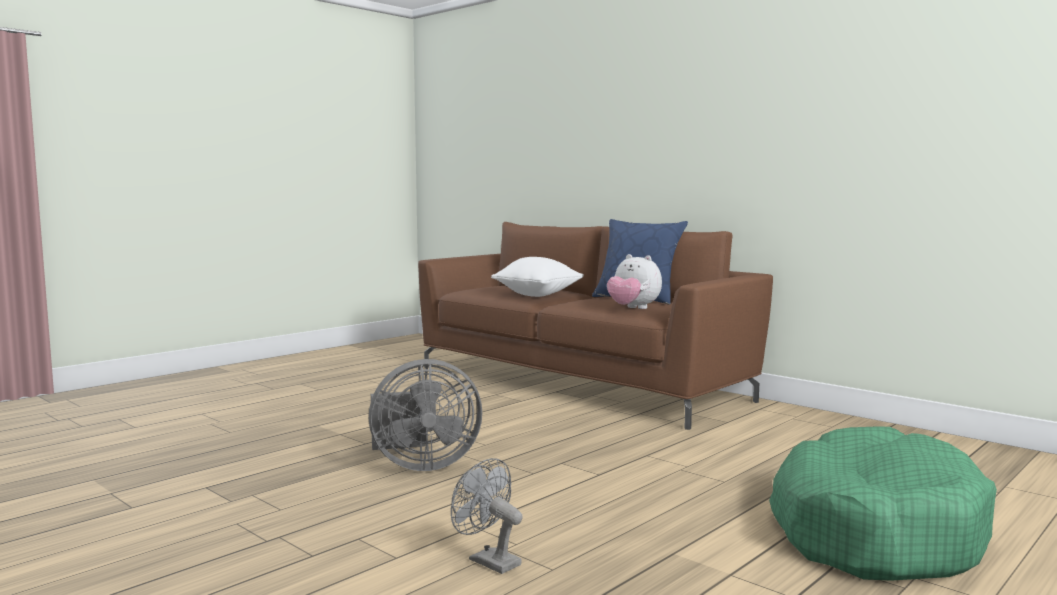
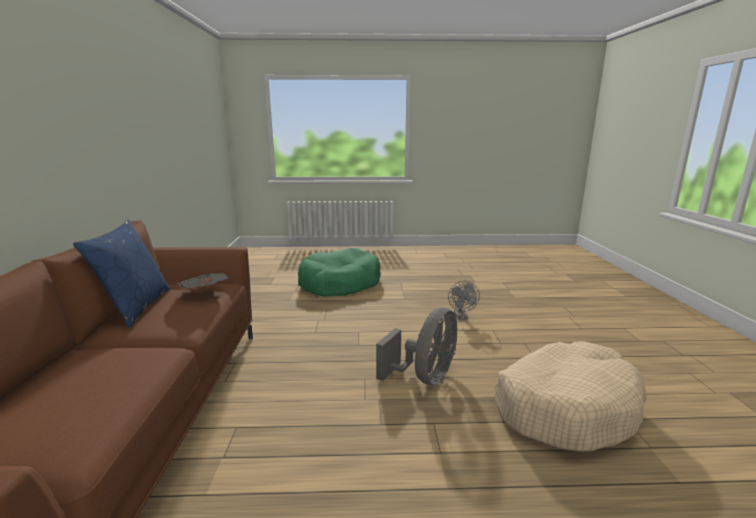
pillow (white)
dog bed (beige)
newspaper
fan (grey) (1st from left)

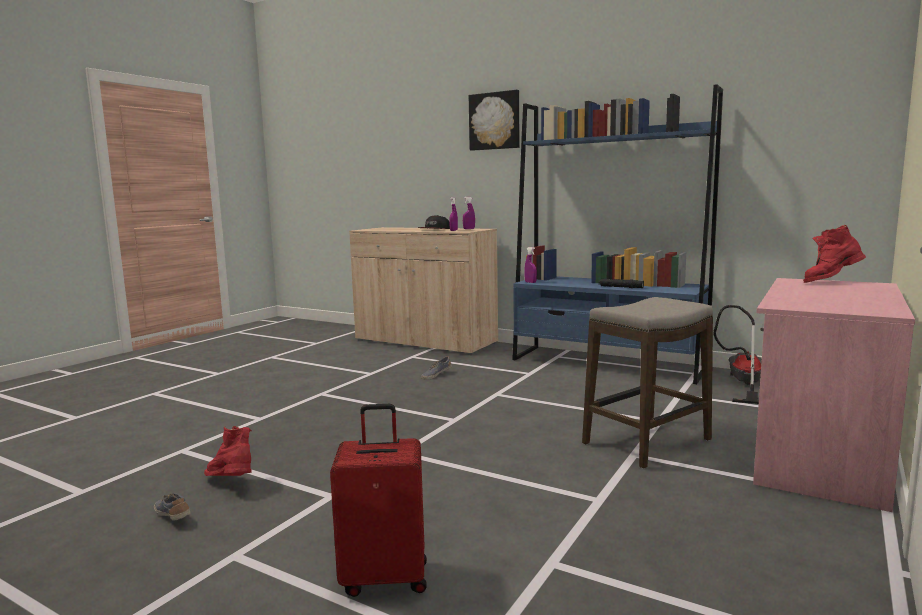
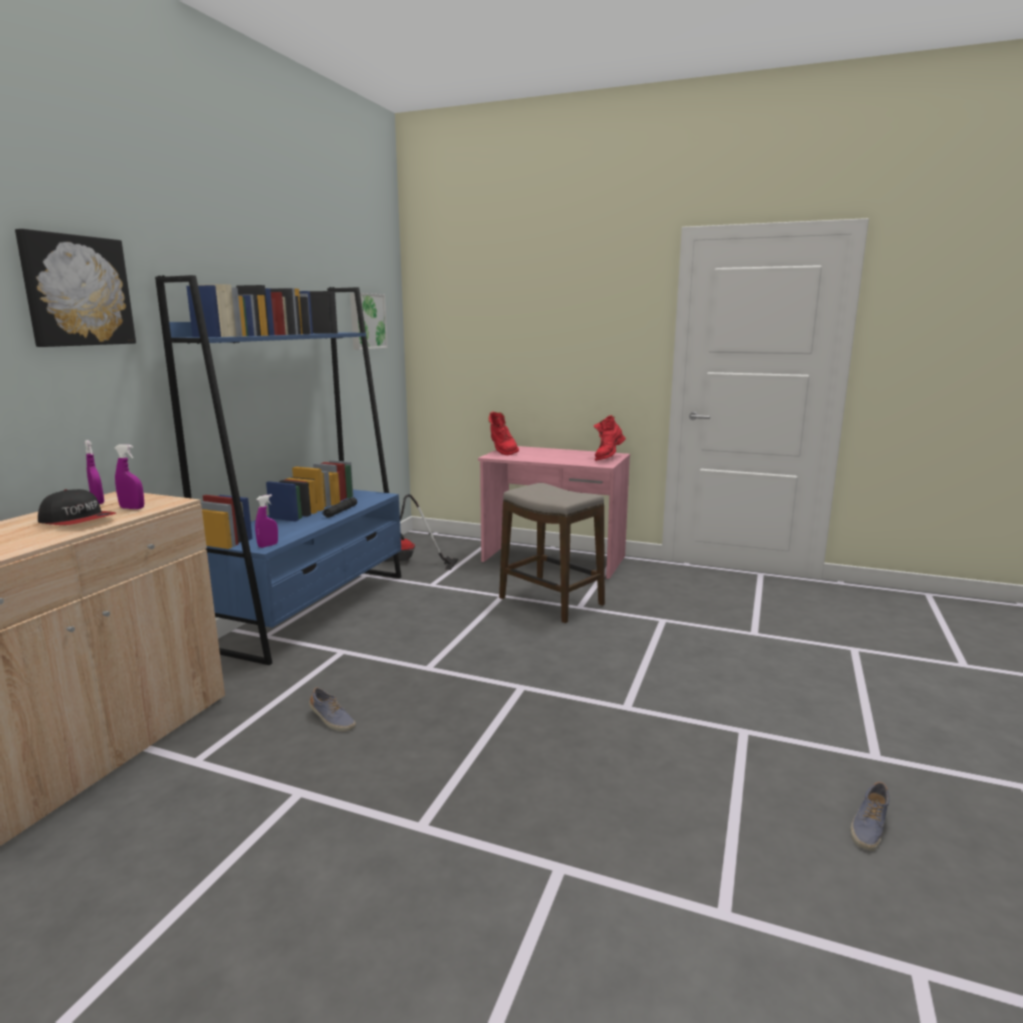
suitcase (red)
picture (2nd from left)
boot (red) (2nd from left)

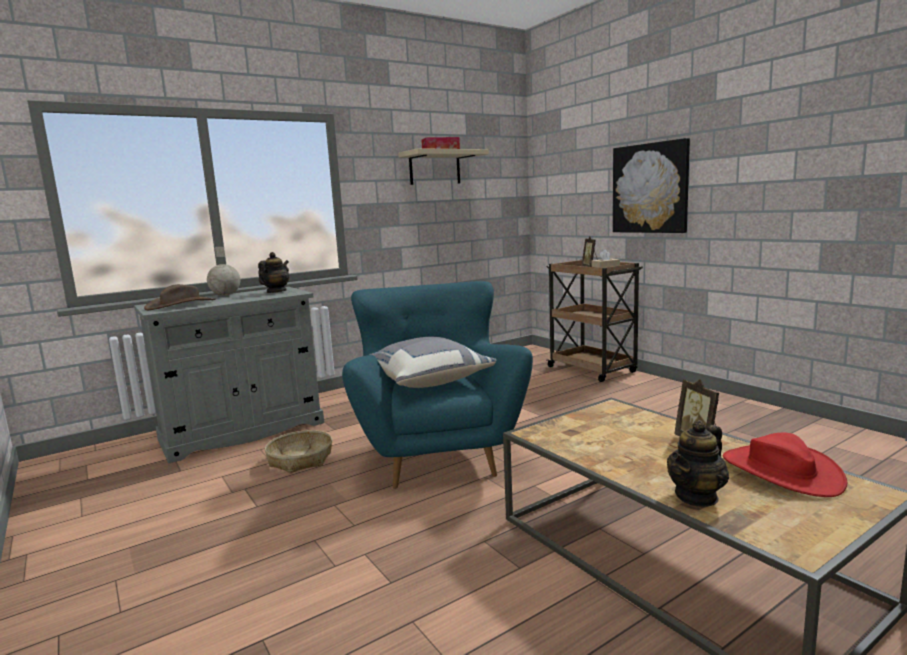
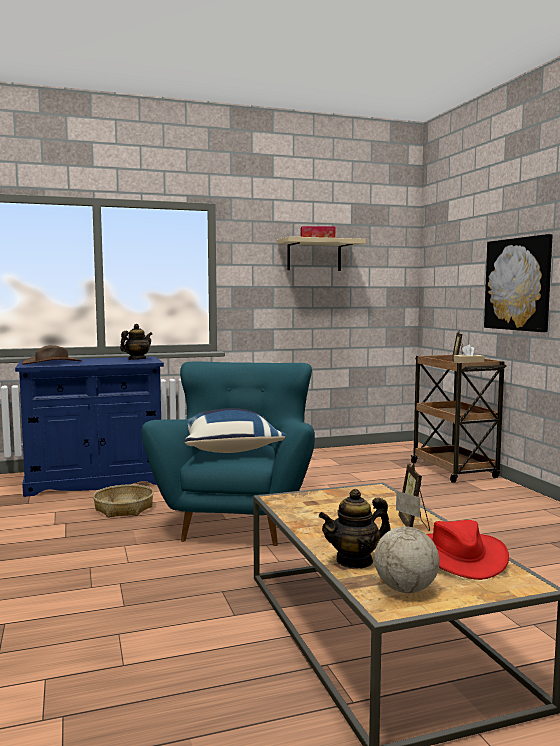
globe
cabinet (blue)
pillow (blue)

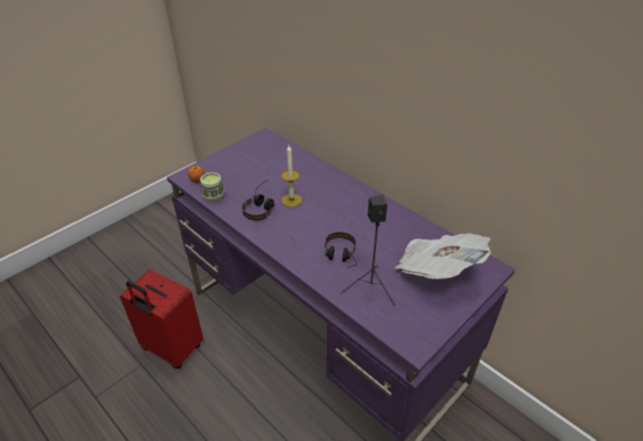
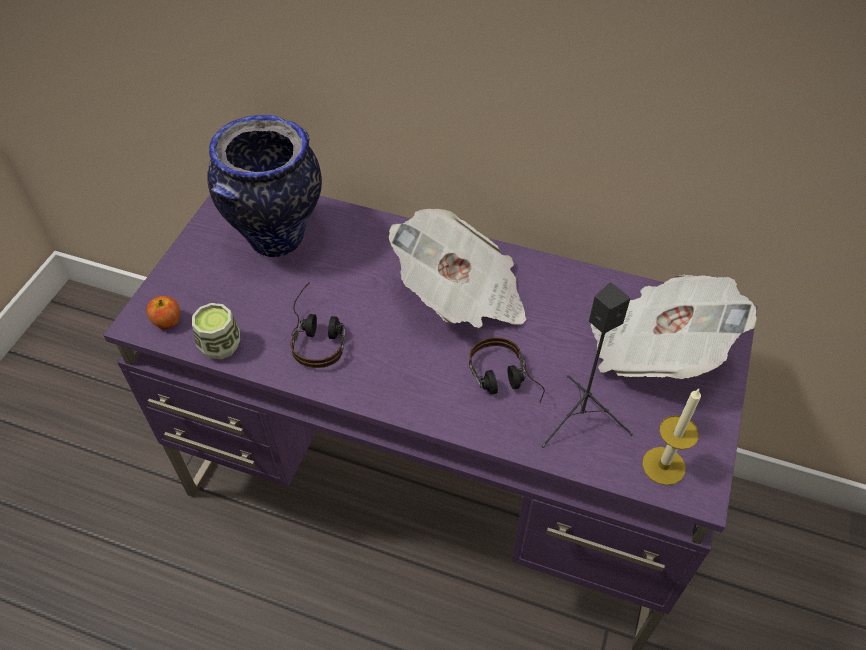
suitcase (red)
vase
newspaper (1st from left)
candle

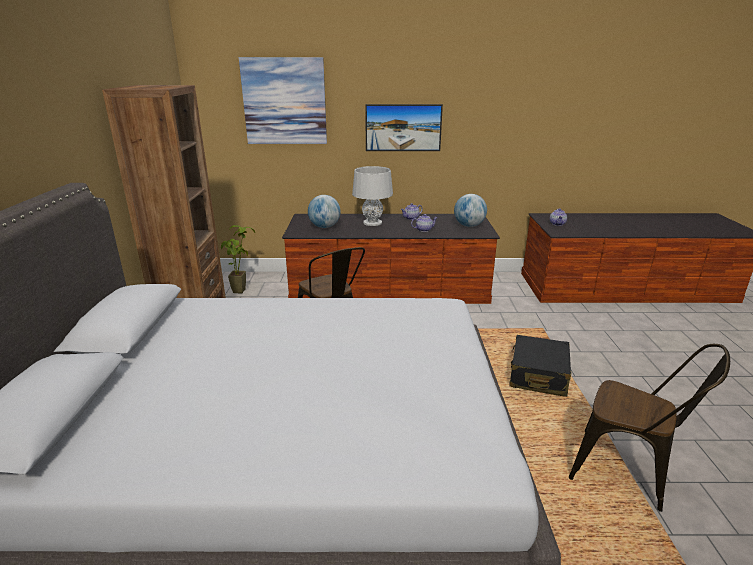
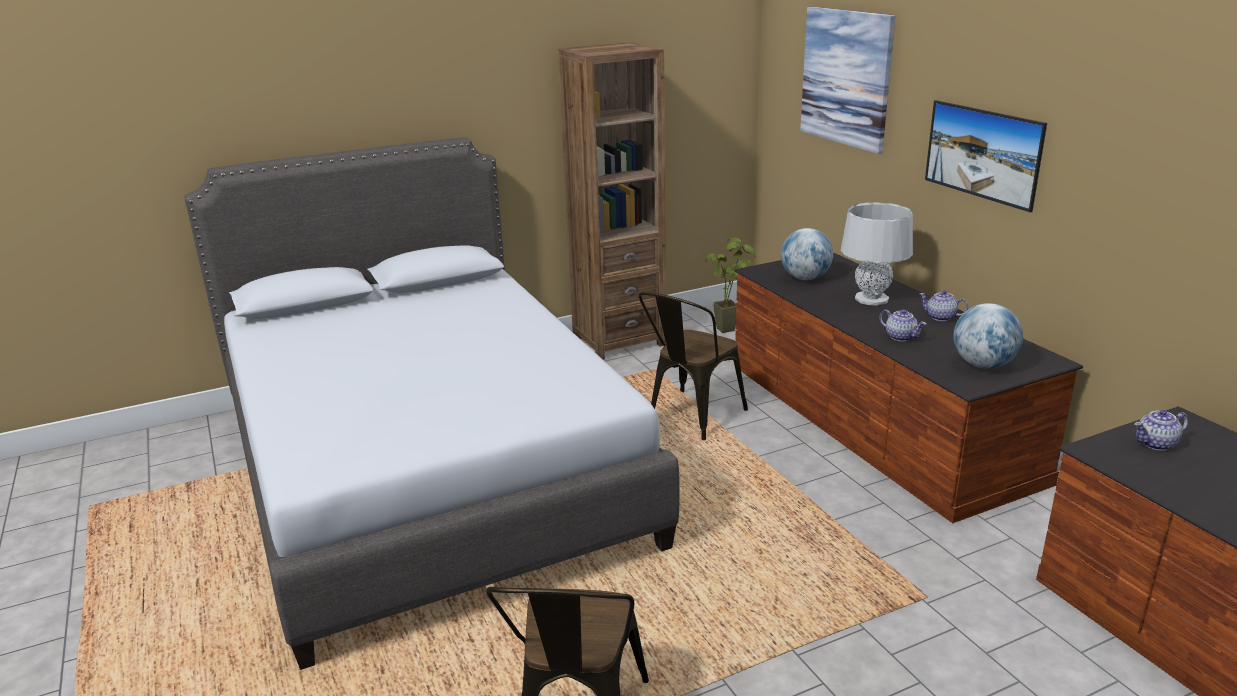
suitcase (black)

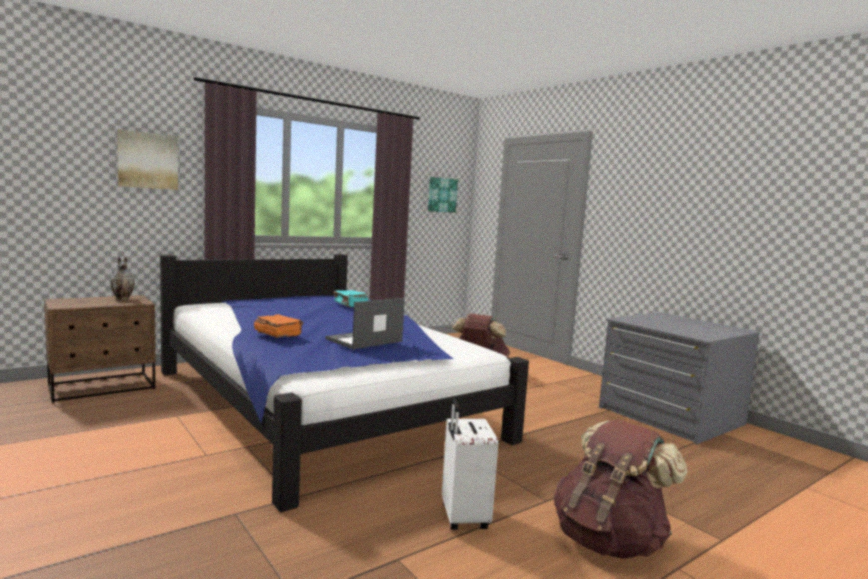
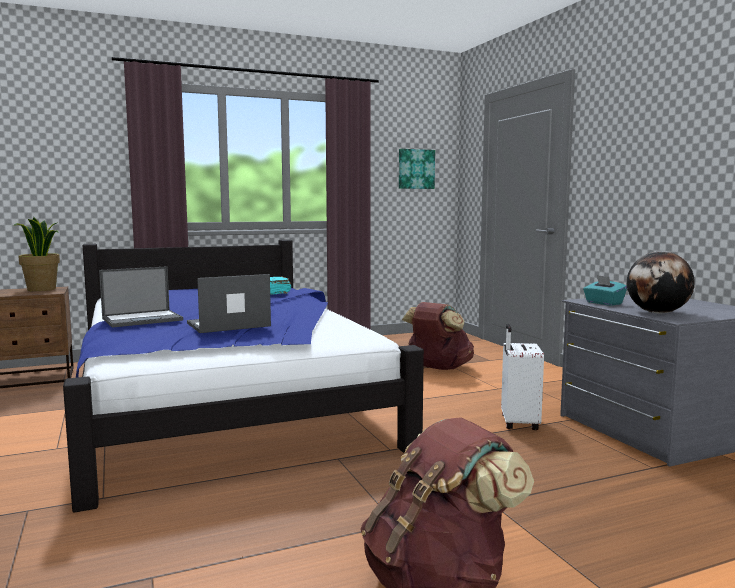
picture (1st from left in the first image)
tissue box (turquoise)
globe
suitcase (white)
potted plant
laptop (1st from left)

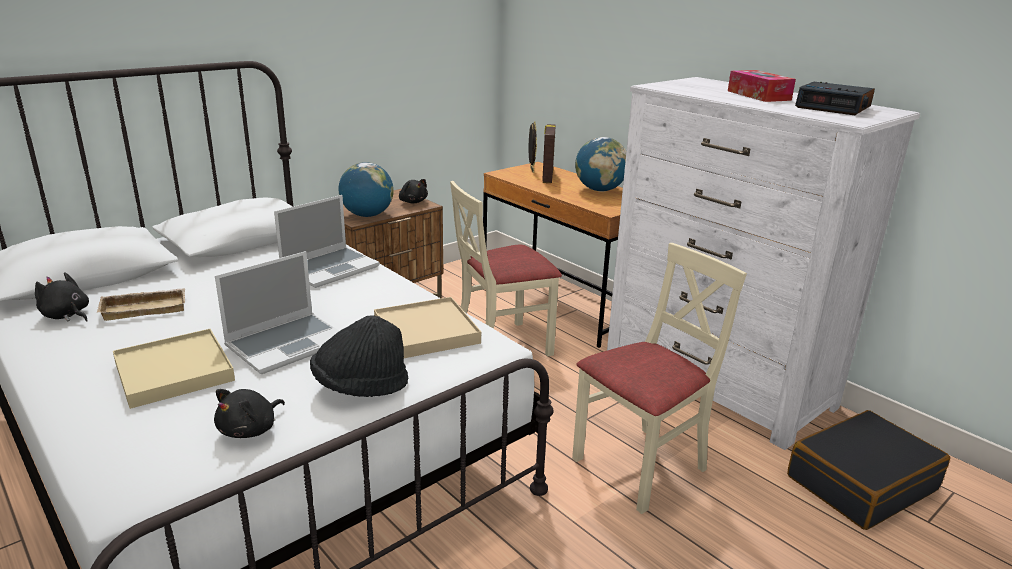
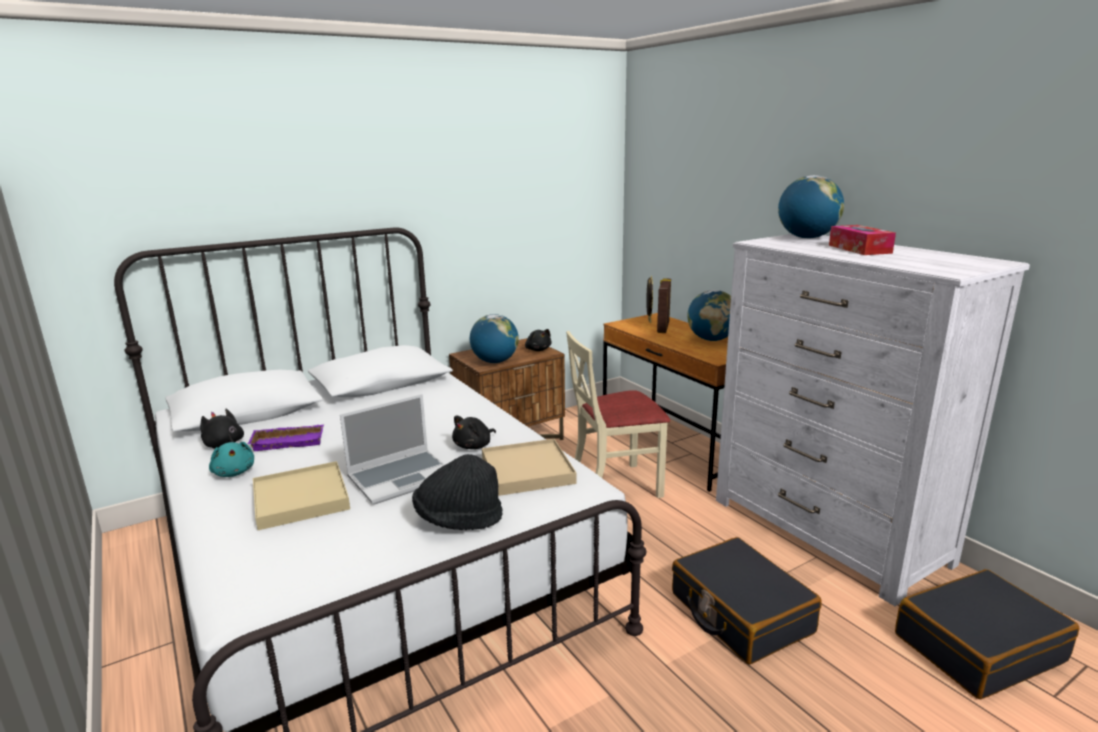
laptop (2nd from left in the first image)
alarm clock
plush toy (turquoise)
globe (3rd from left)
plush toy (black) (2nd from left)
suitcase (black) (1st from left)
tray (purple)

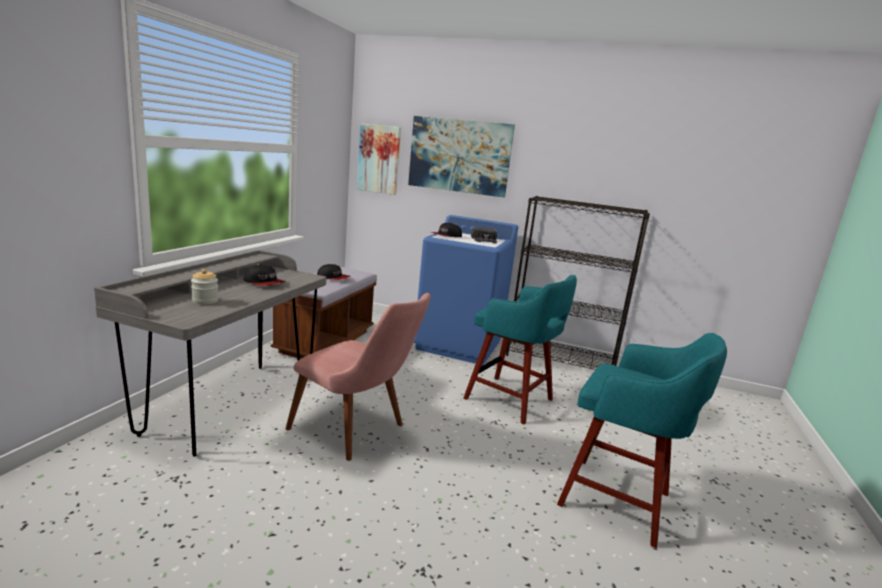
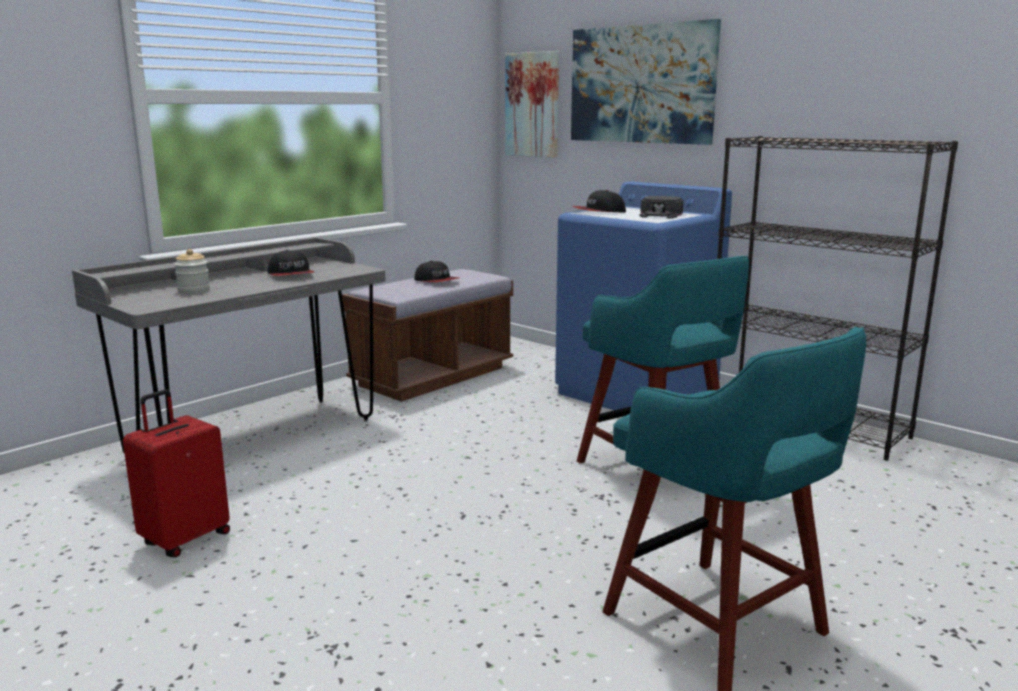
chair (pink)
suitcase (red)

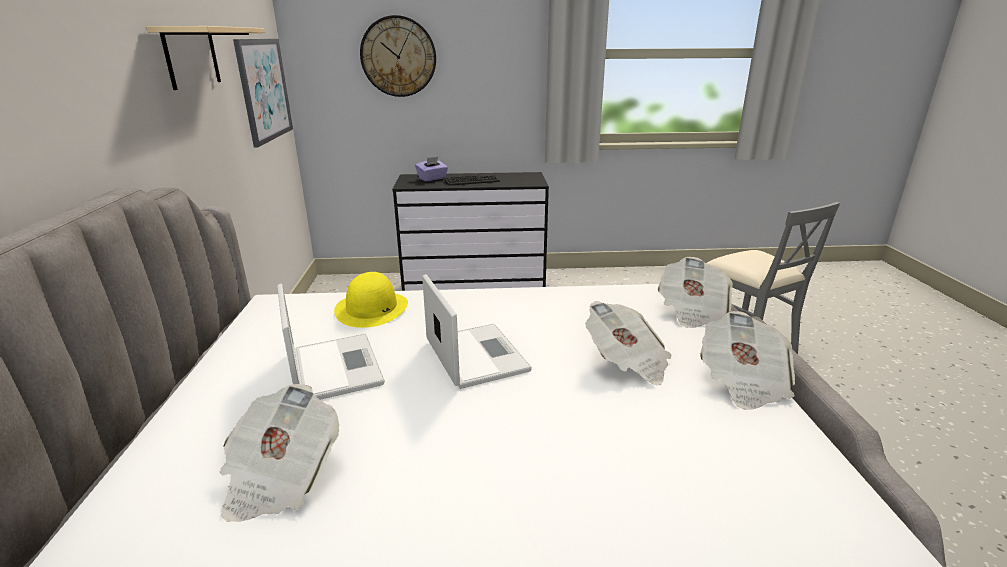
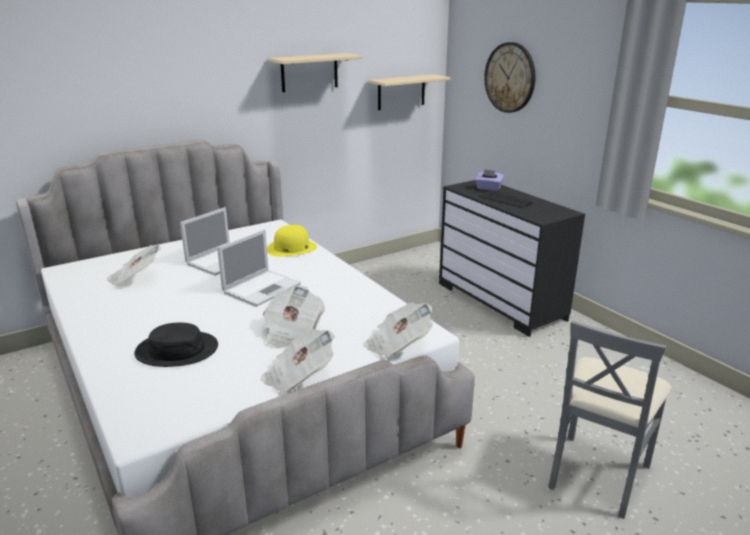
hat (black)
shelf (beige) (2nd from left)

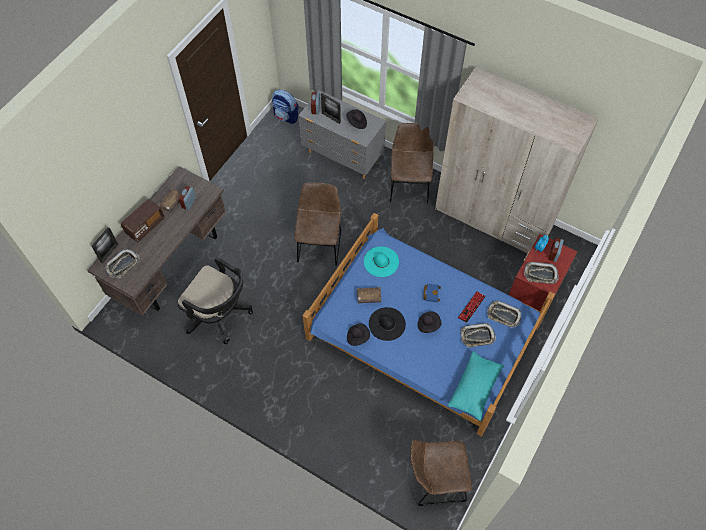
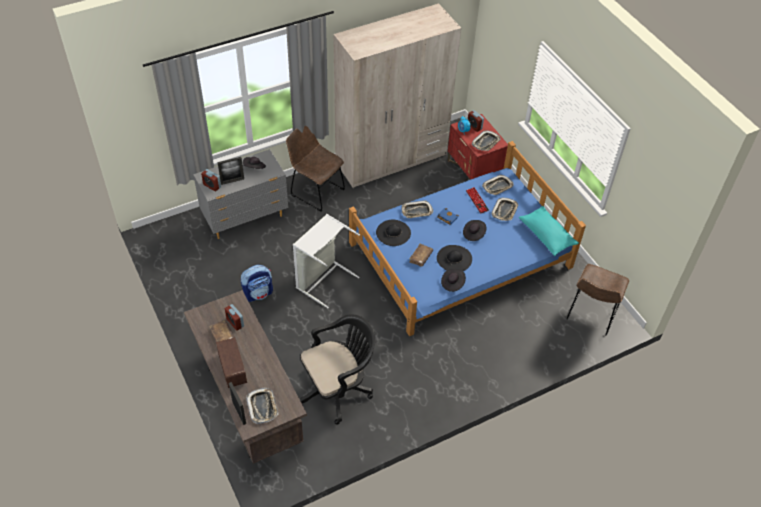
tray (2nd from left)
backpack
laundry basket (grey)
hat (black) (2nd from left)

